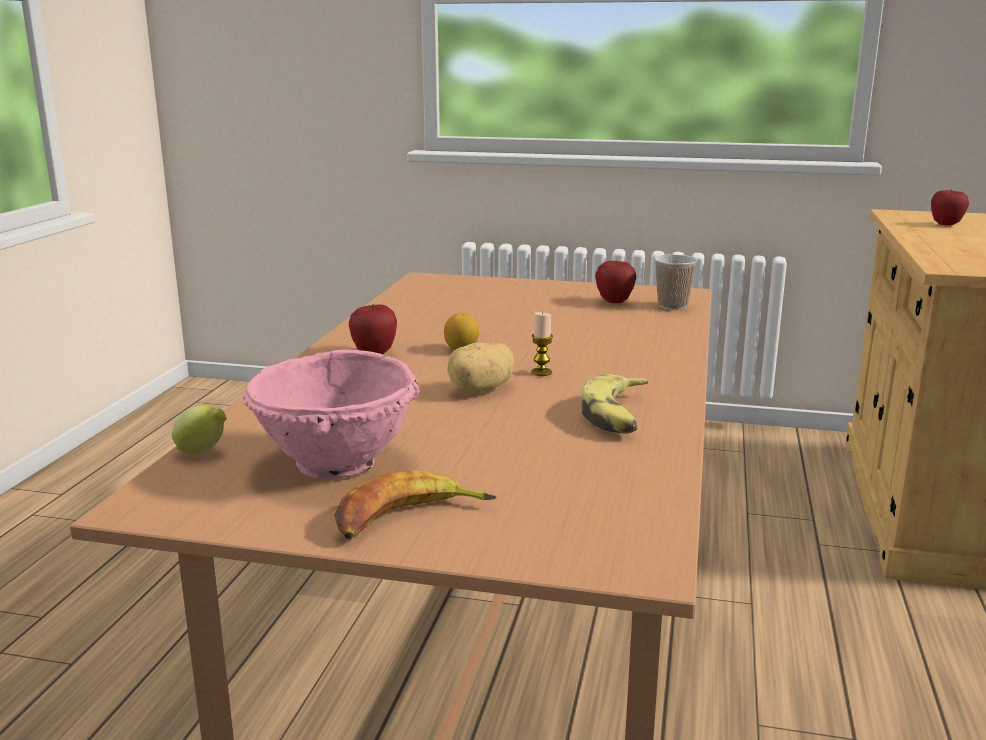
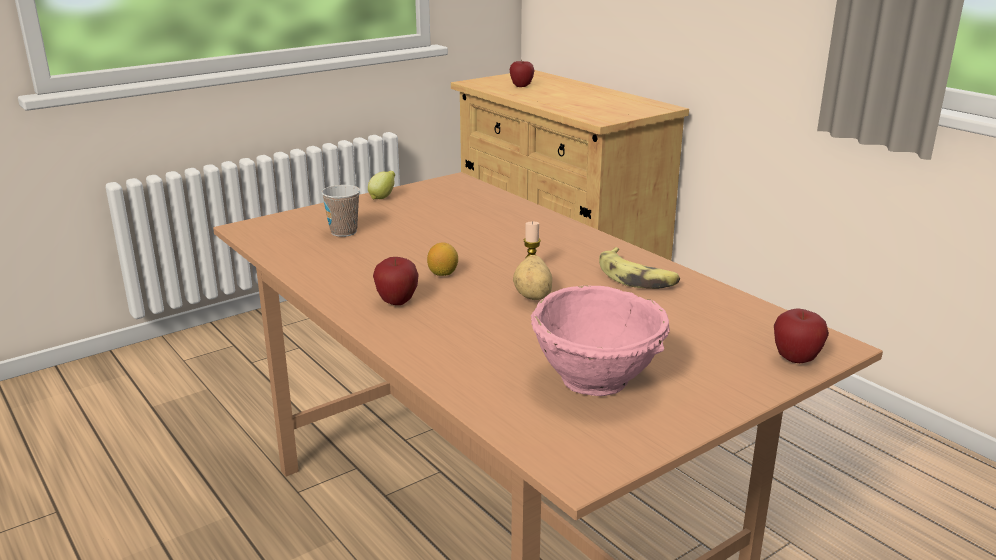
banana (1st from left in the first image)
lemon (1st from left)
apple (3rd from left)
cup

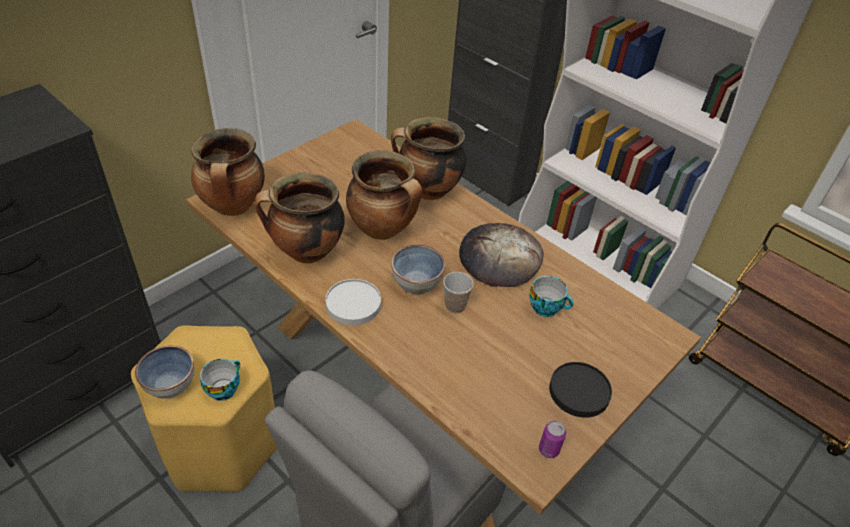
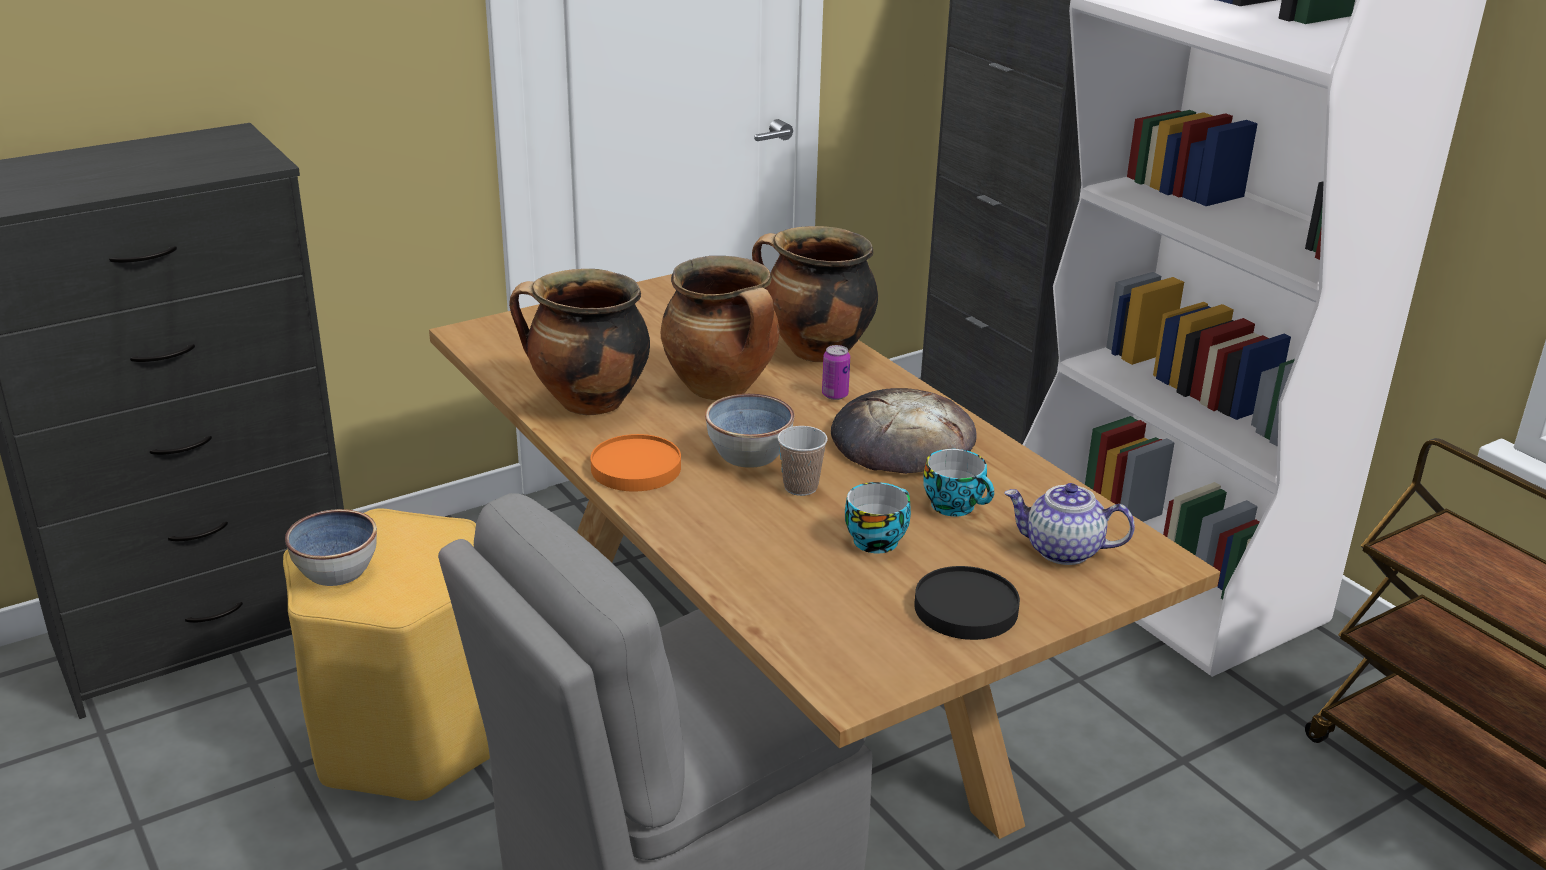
cooking pot (1st from left in the first image)
teapot
cup (2nd from left)
can
plate (orange)

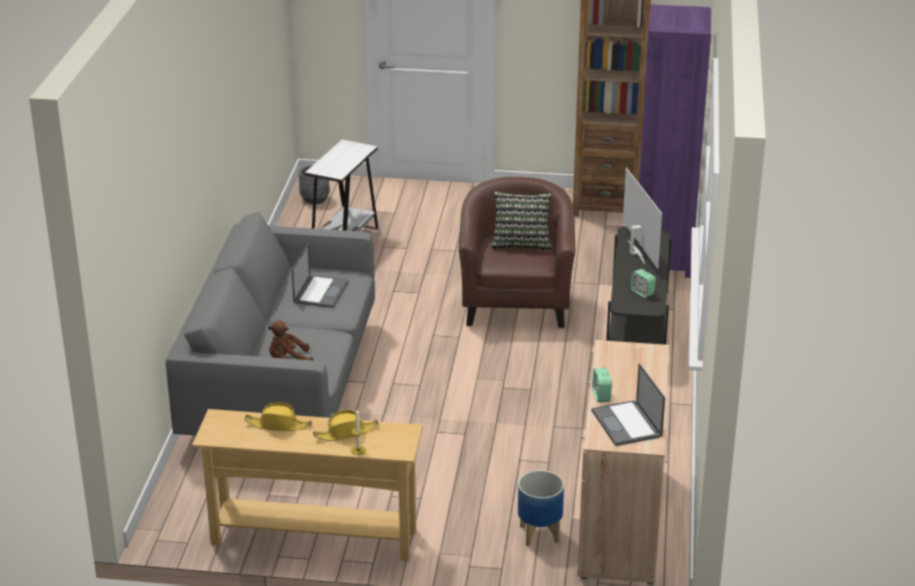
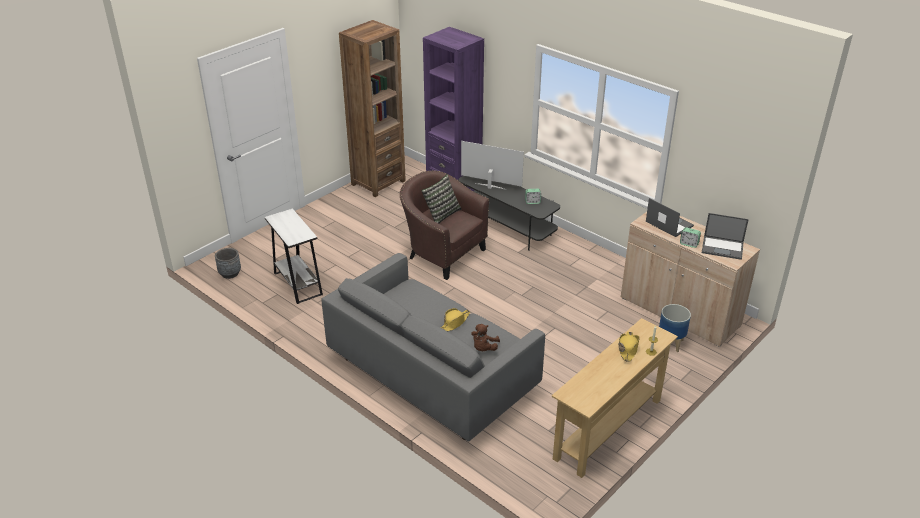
hat (yellow) (1st from left)
laptop (1st from left)

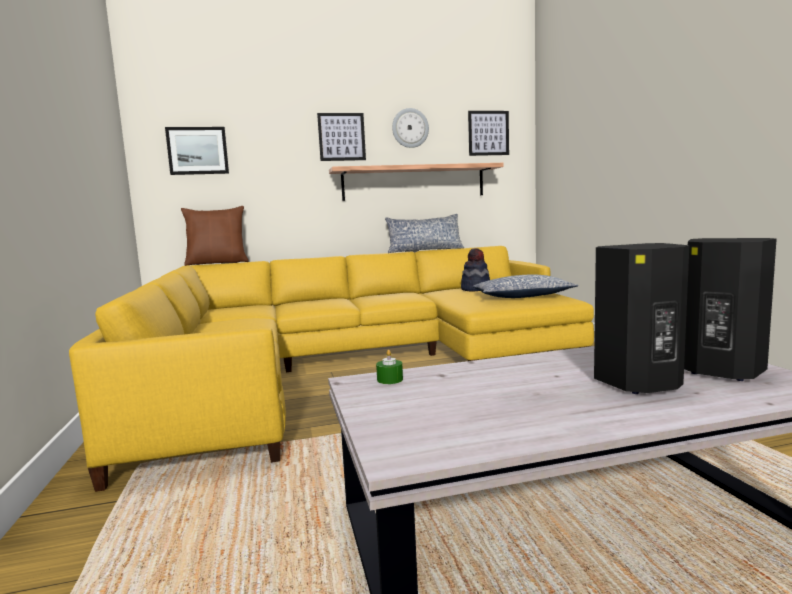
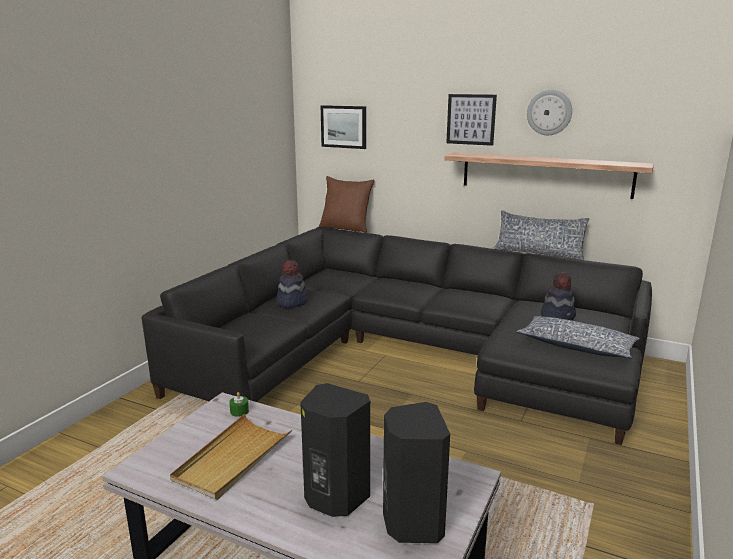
picture (3rd from left in the first image)
tray (beige)
hat (1st from left)
sofa (black)

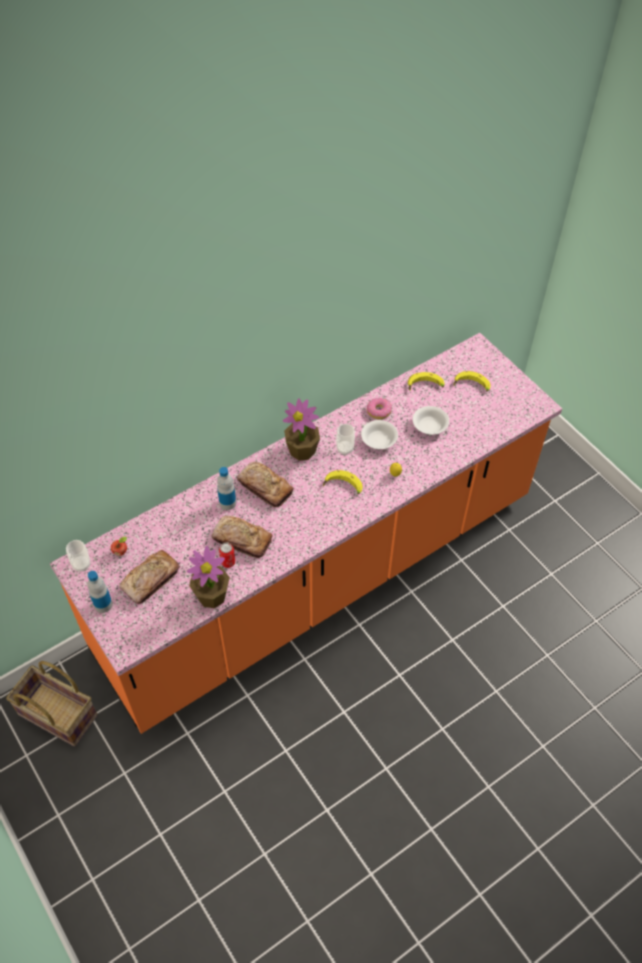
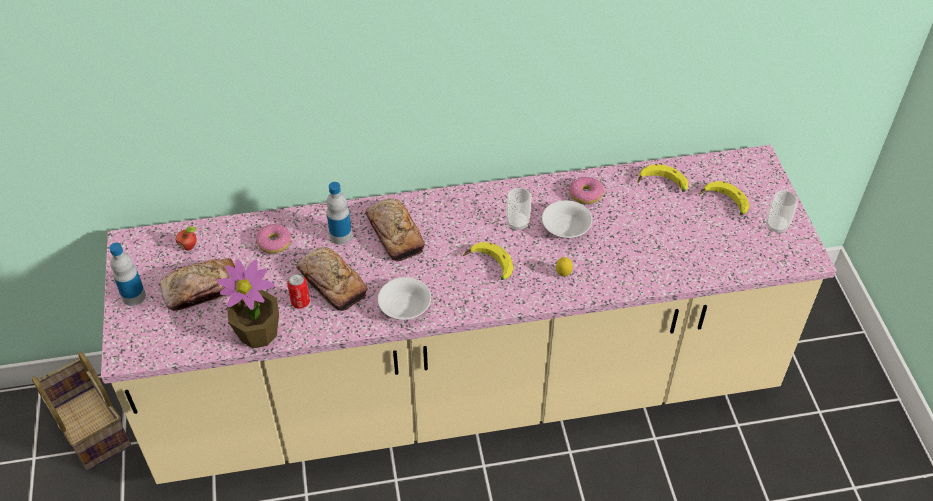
potted plant (2nd from left in the first image)
donut (1st from left)
cup (2nd from left)
bowl (white) (1st from left)
counter (beige)

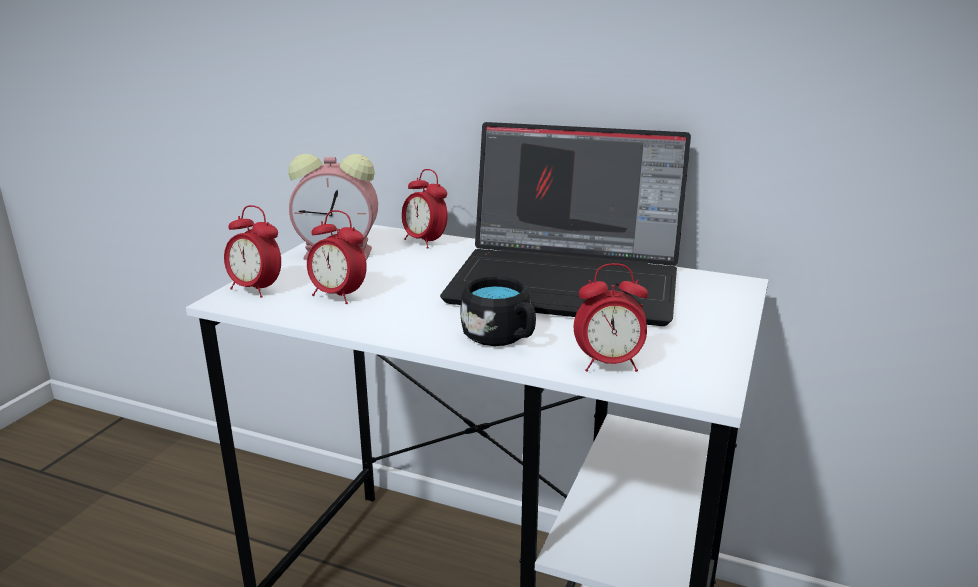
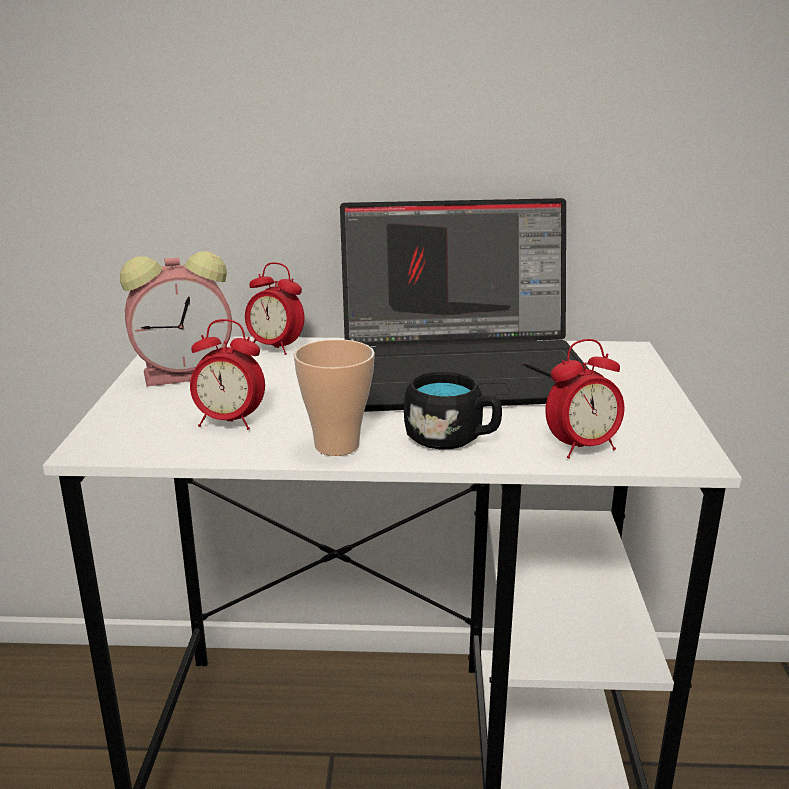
alarm clock (1st from left in the first image)
cup

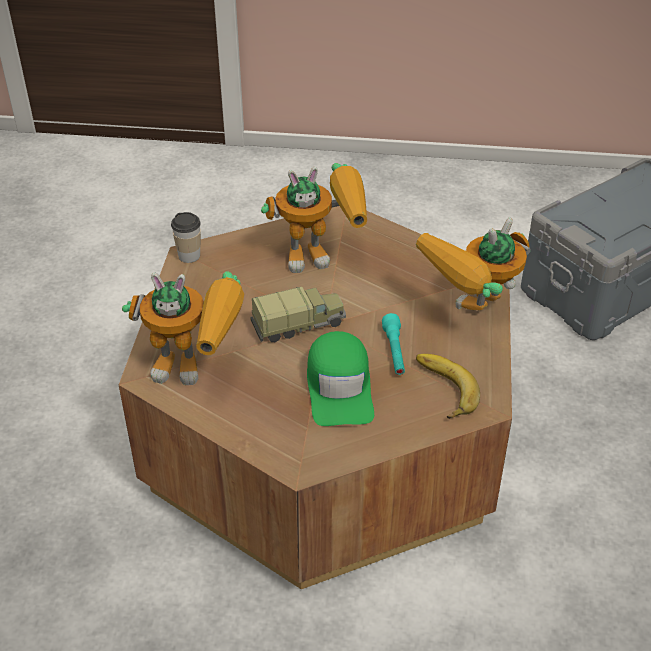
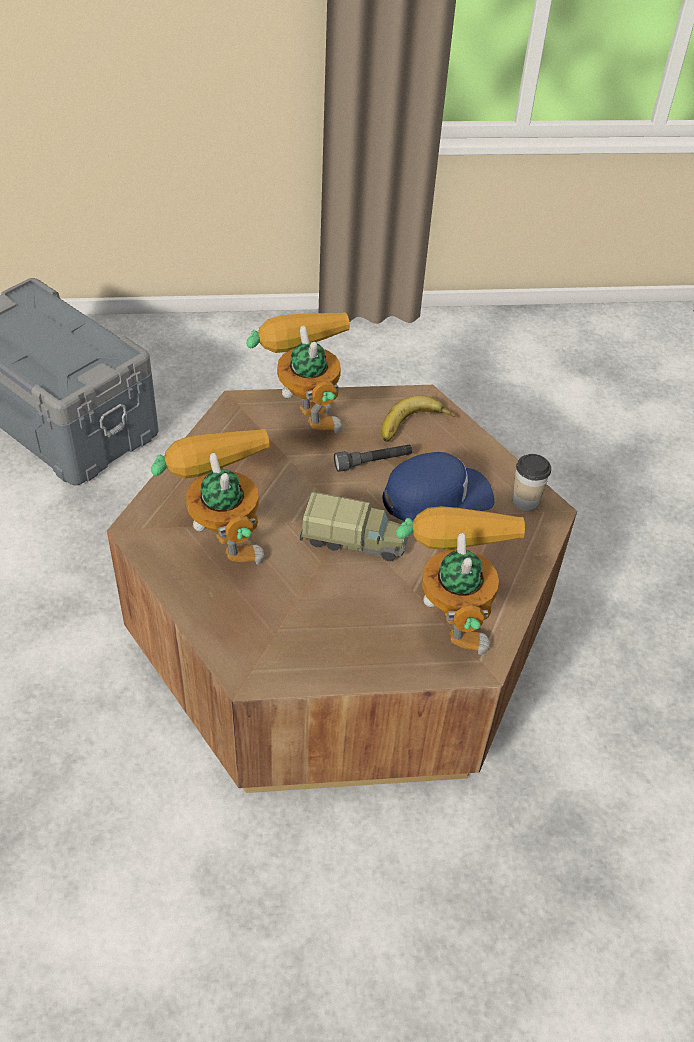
cup
cap (blue)
flashlight (grey)
toy truck
toy robot (2nd from left)

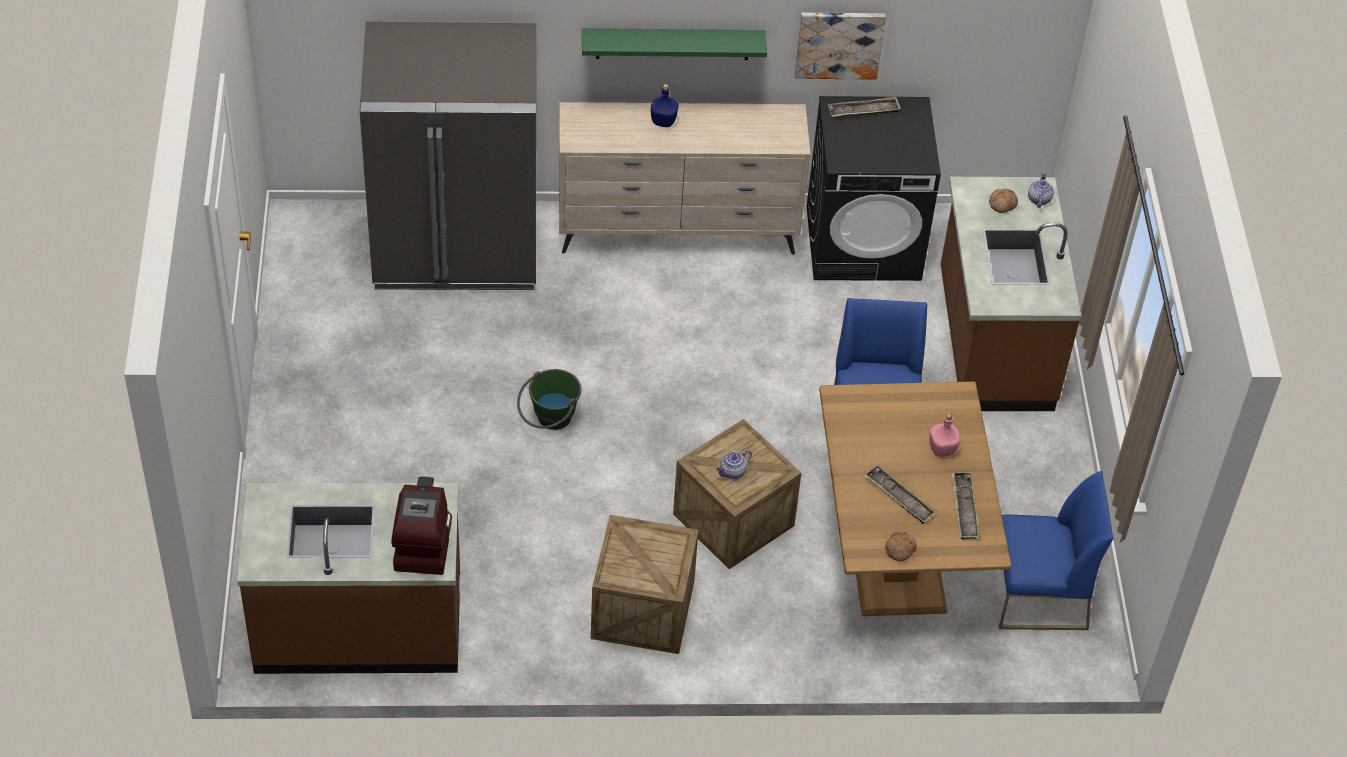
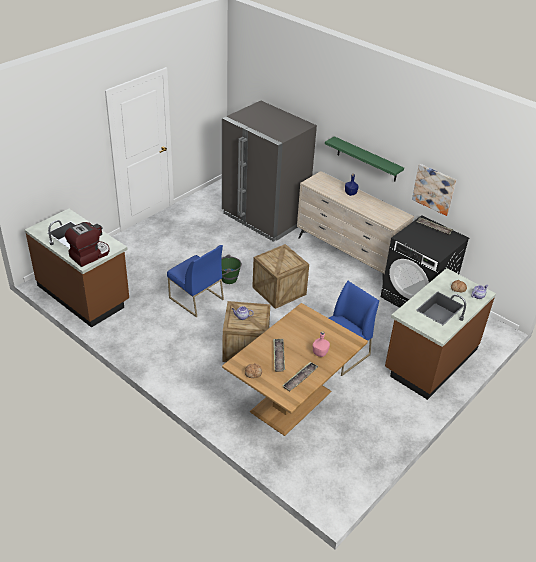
crate (2nd from left)
chair (blue) (1st from left)

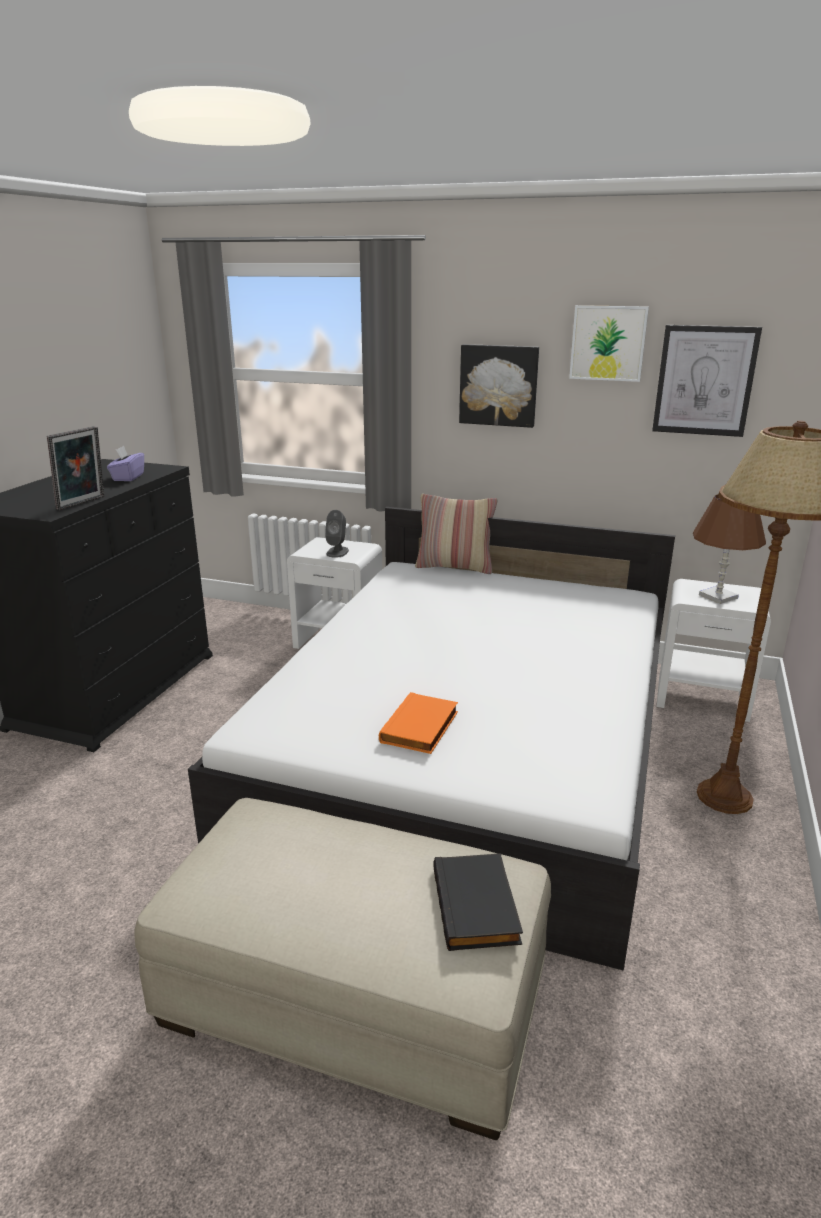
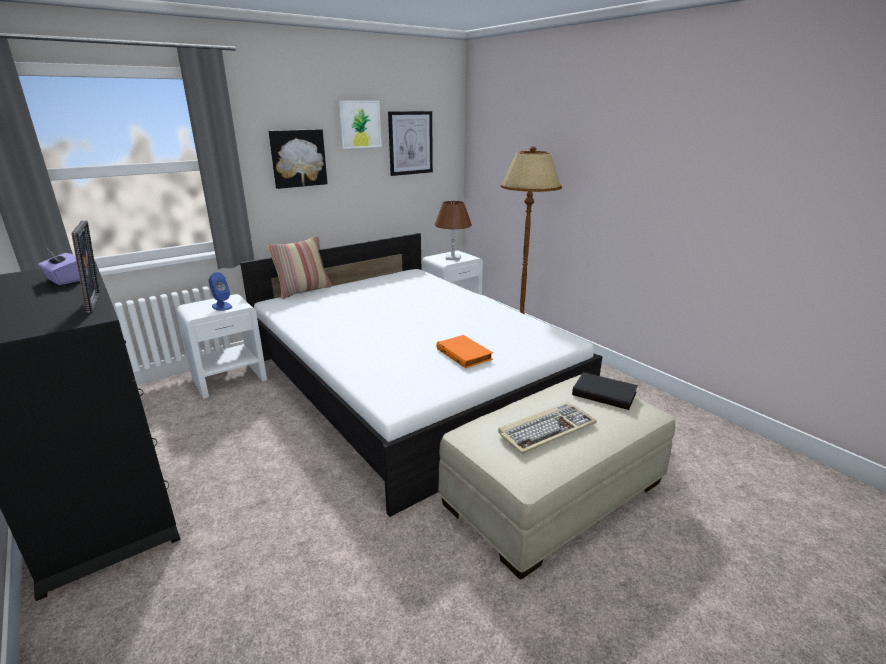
keyboard
speaker (blue)

